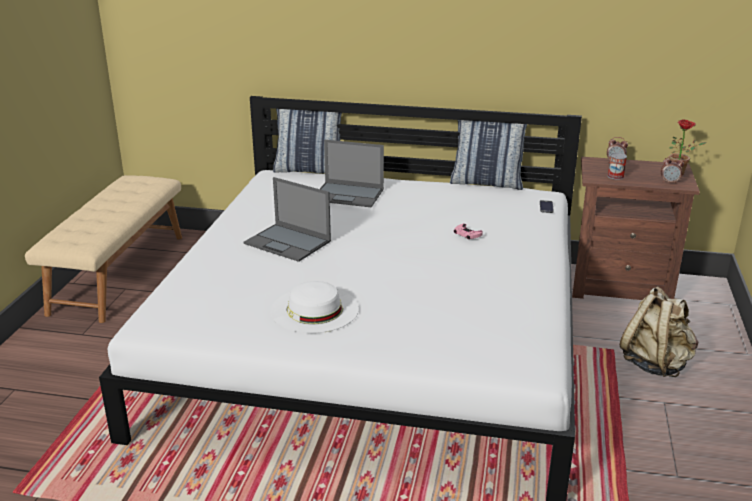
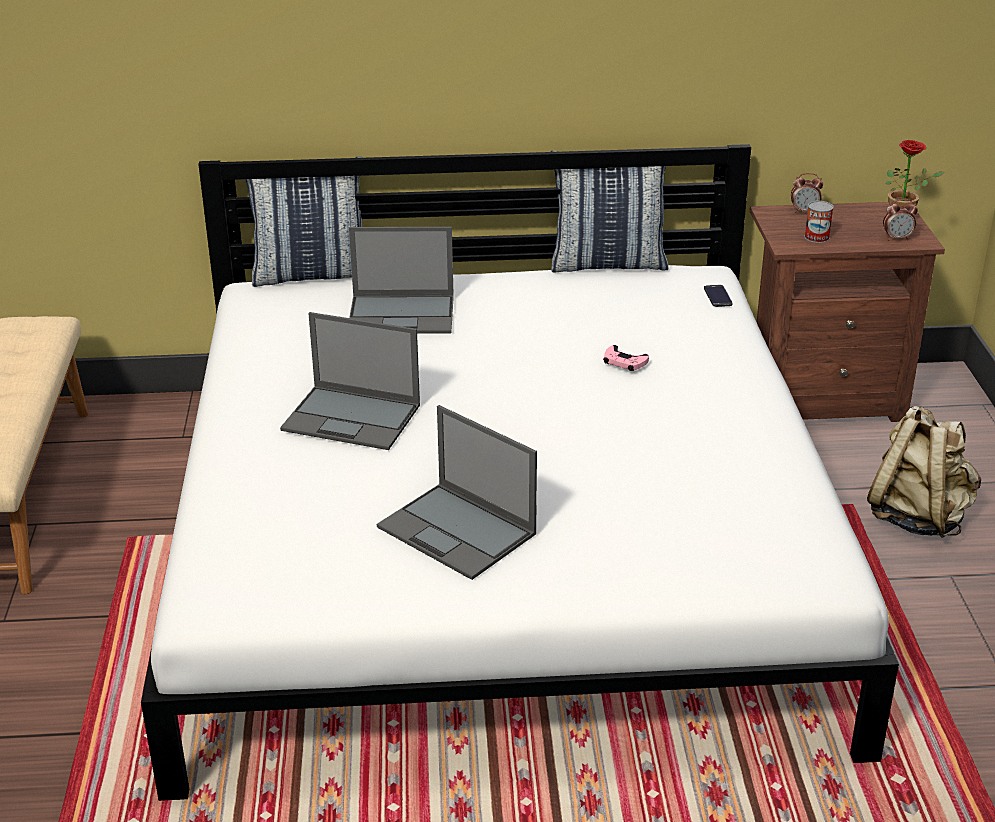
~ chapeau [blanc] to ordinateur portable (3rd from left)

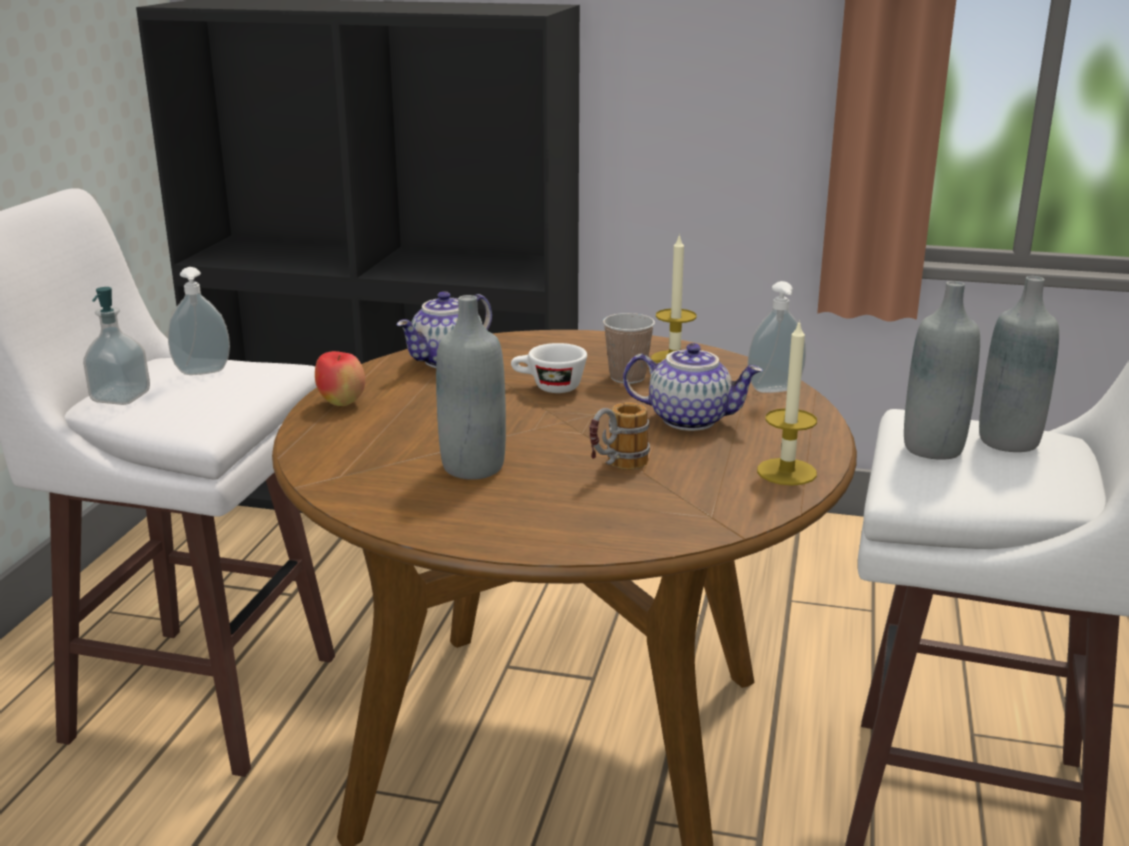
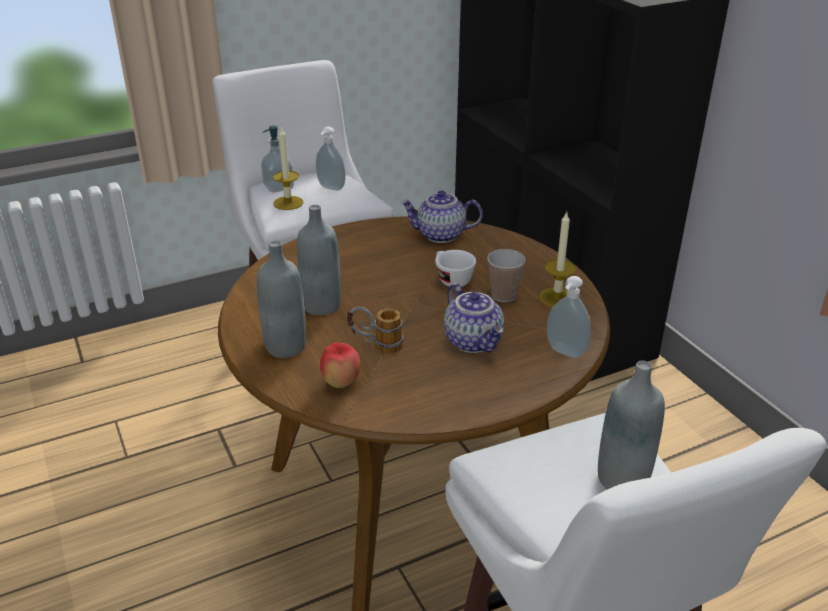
~ bouteille [gris] (2nd from left in the first image) to bouteille [gris] (1st from left)
~ bougie (2nd from left in the first image) to bougie (1st from left)
~ pomme

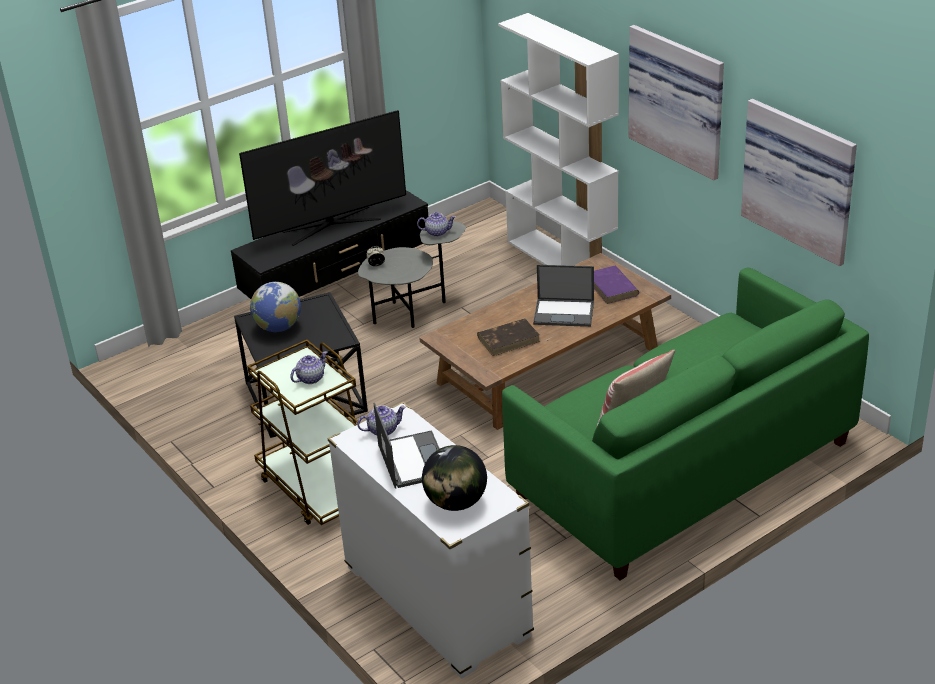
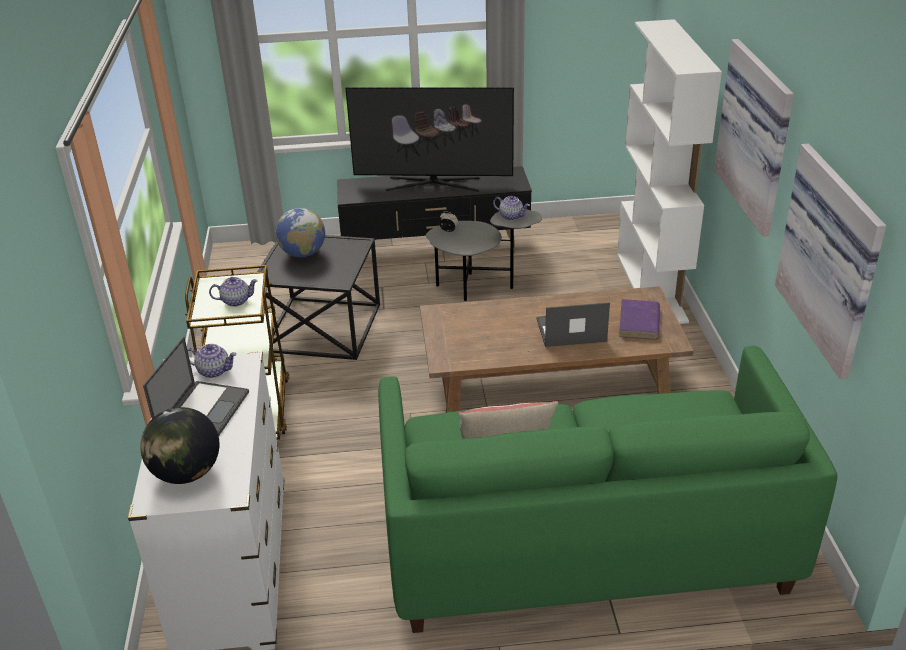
~ ordinateur portable (2nd from left) 135 degrees clockwise
- livre [marron]

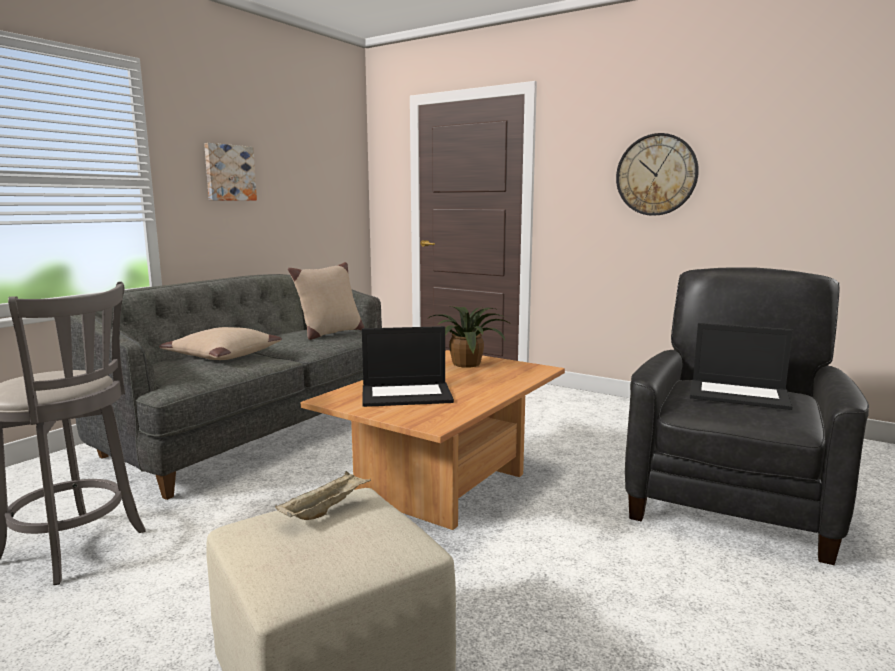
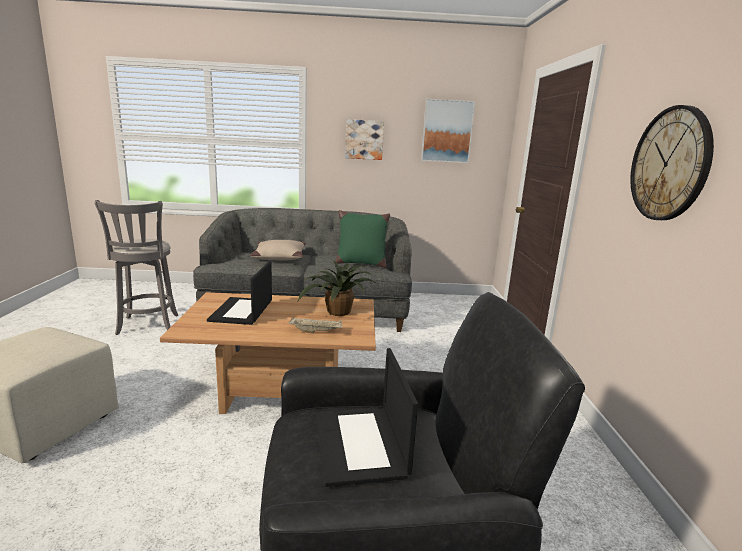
~ ordinateur portable (1st from left) 45 degrees clockwise
~ plateau [beige]
~ coussin [beige] (2nd from left) to coussin [vert]
+ tableau (2nd from left)

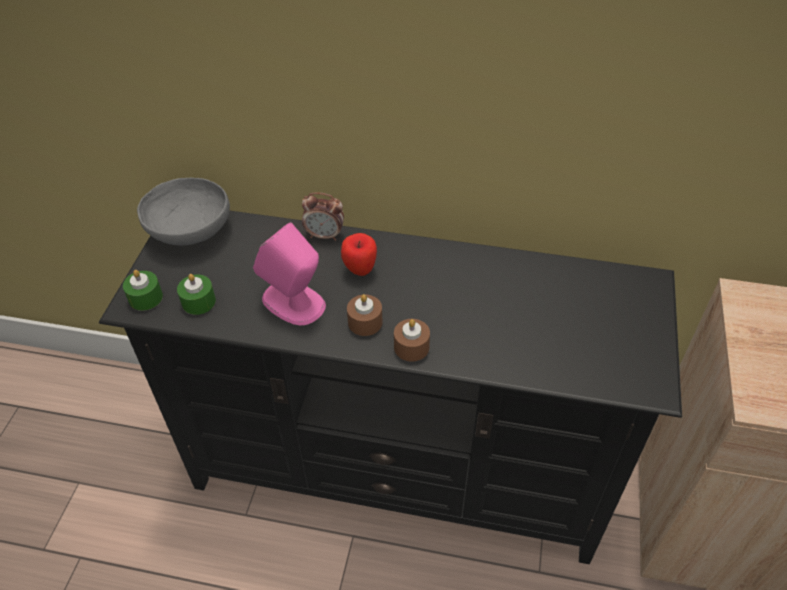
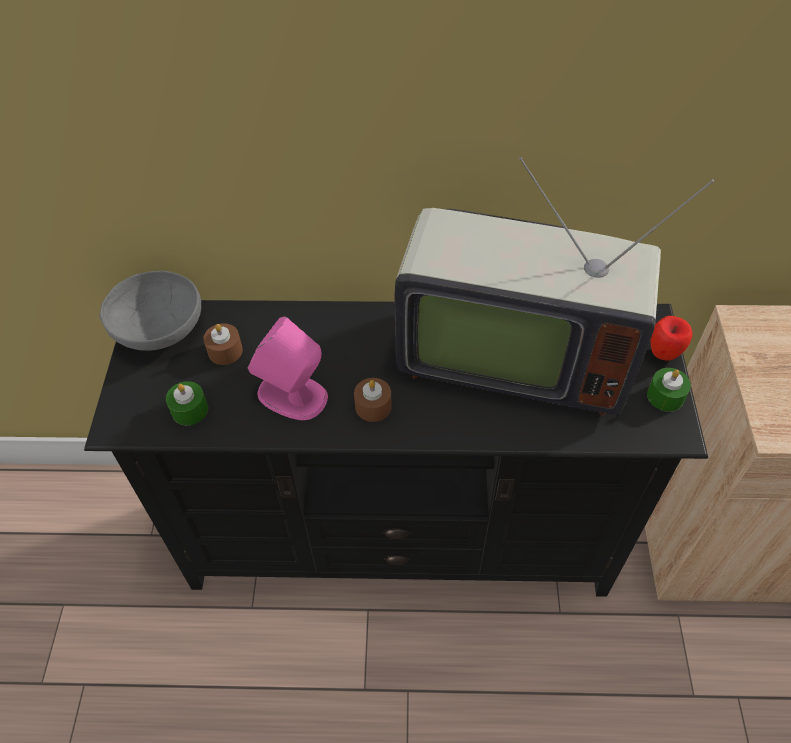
~ bougie [marron] (2nd from left in the first image) to bougie [marron] (1st from left)
+ téléviseur
~ bougie [vert] (1st from left in the first image) to bougie [vert] (2nd from left)
~ pomme
- réveil

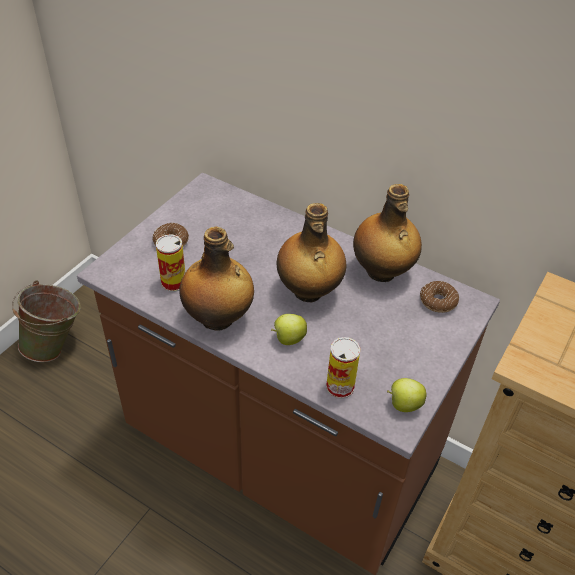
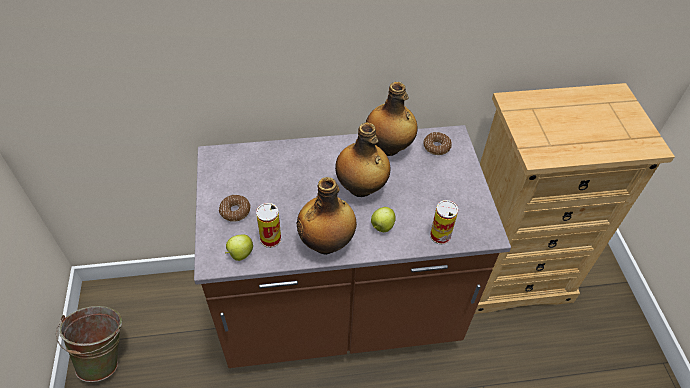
~ pomme (2nd from left in the first image) to pomme (1st from left)

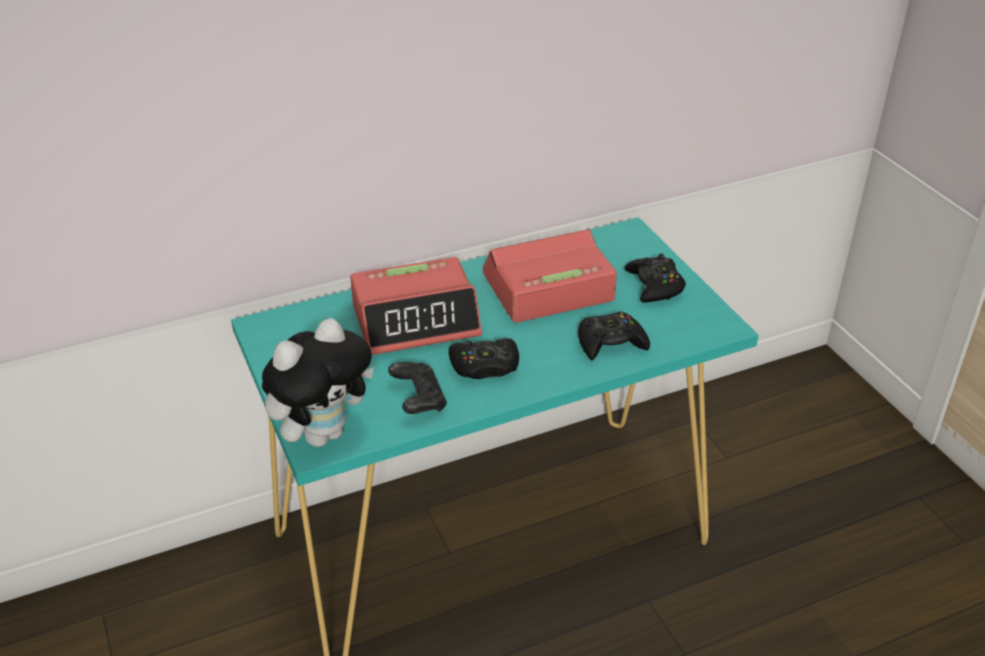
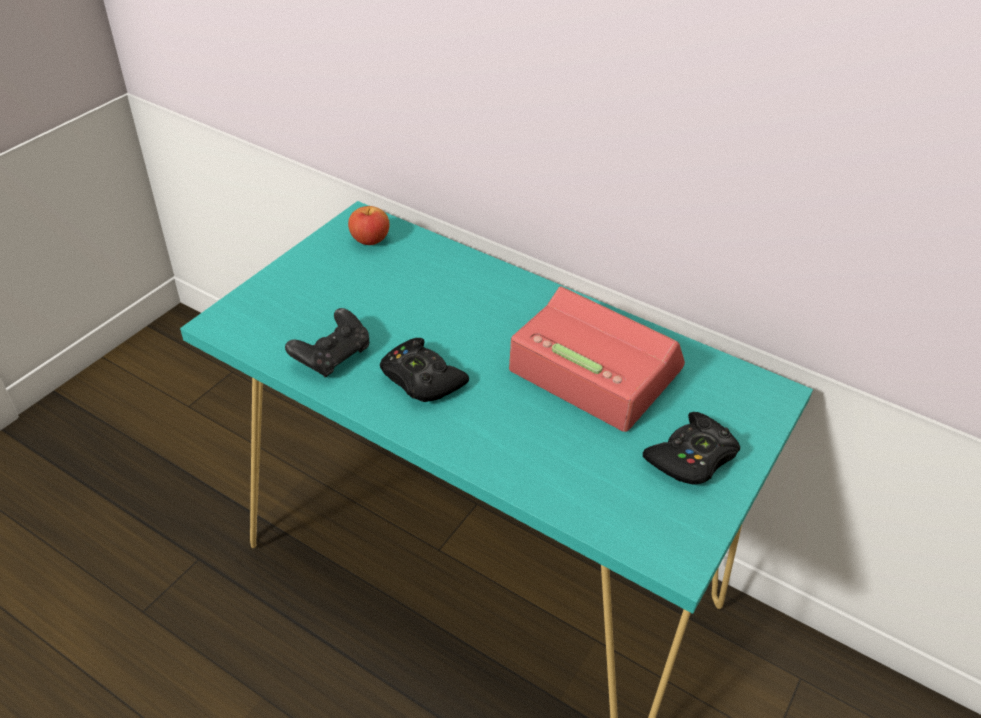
+ pomme
- peluche
- réveil (1st from left)
- manette [noir] (3rd from left)

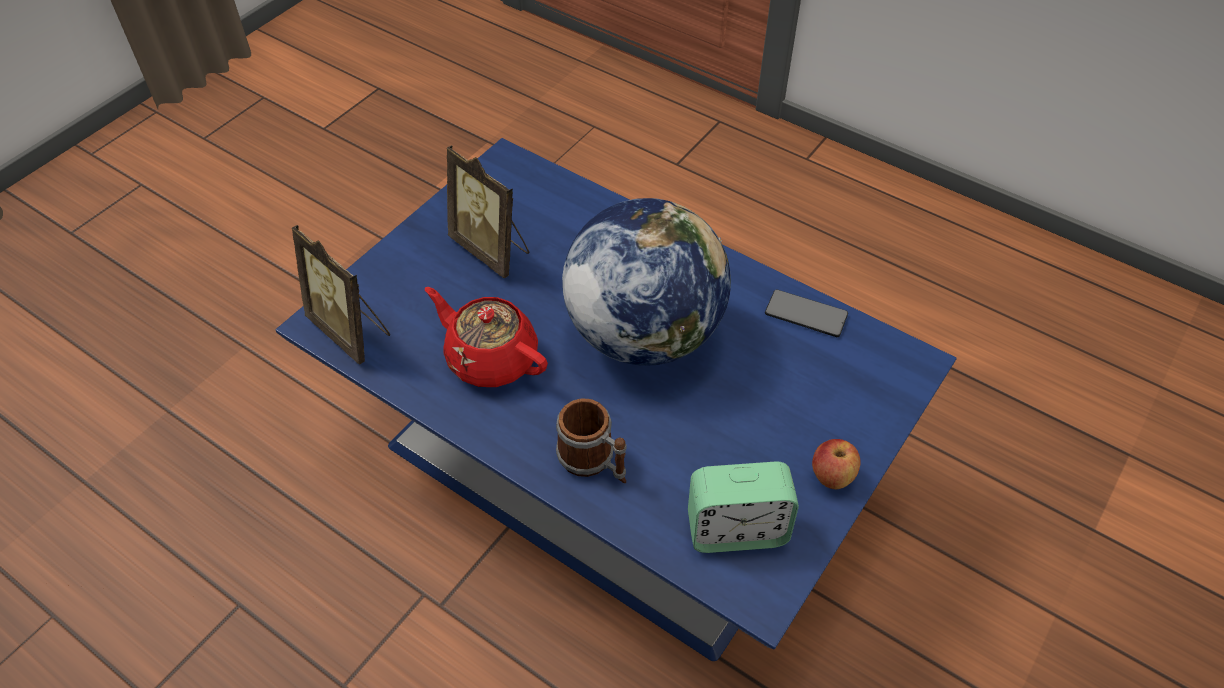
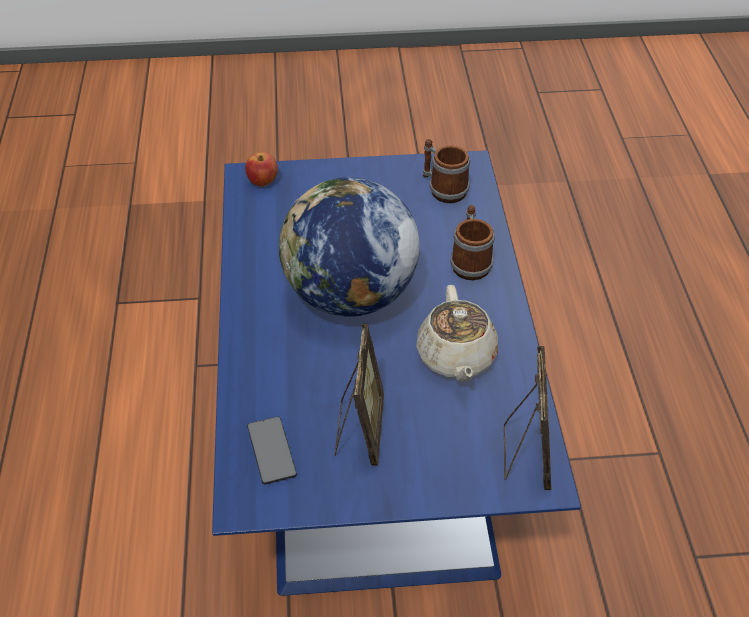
~ pomme
~ téléphone
~ théière [rouge] to théière [beige]
~ réveil to mug (1st from left)

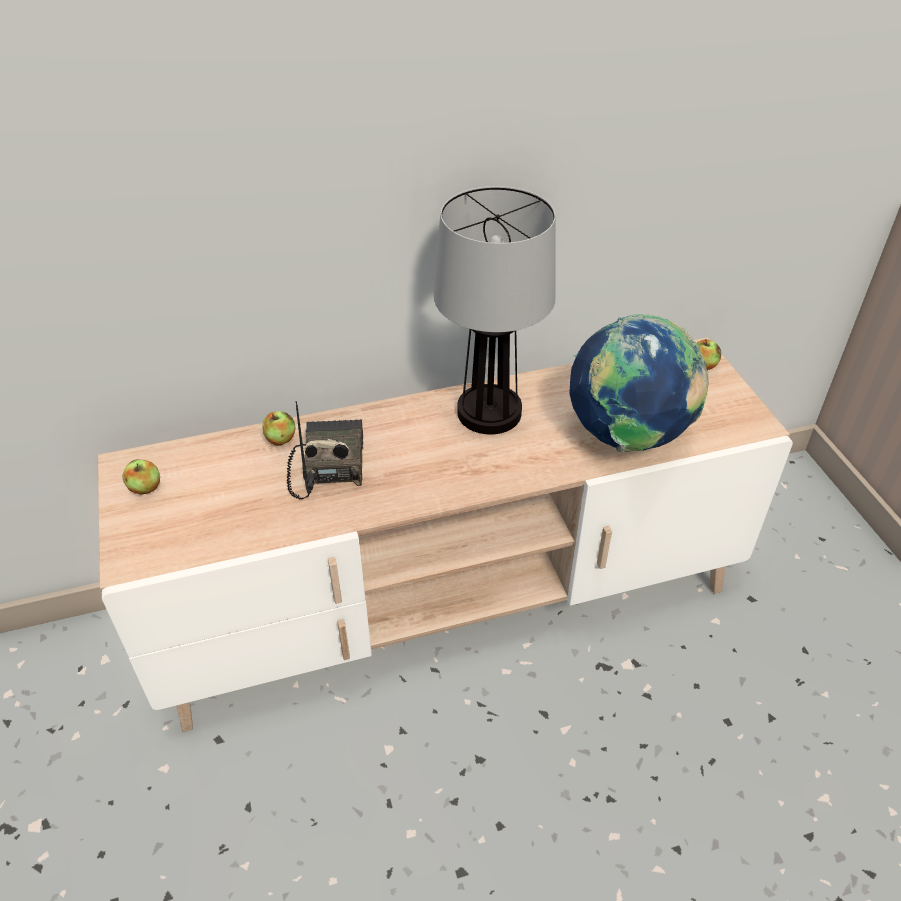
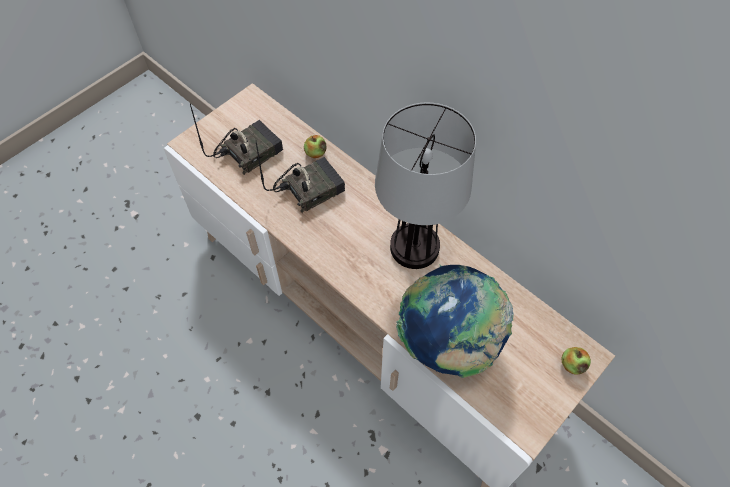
+ radio (1st from left)
- pomme (1st from left)

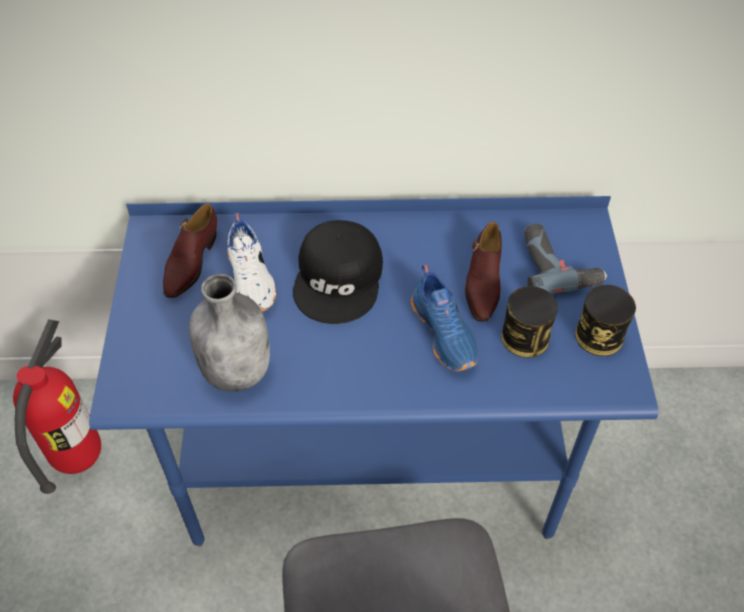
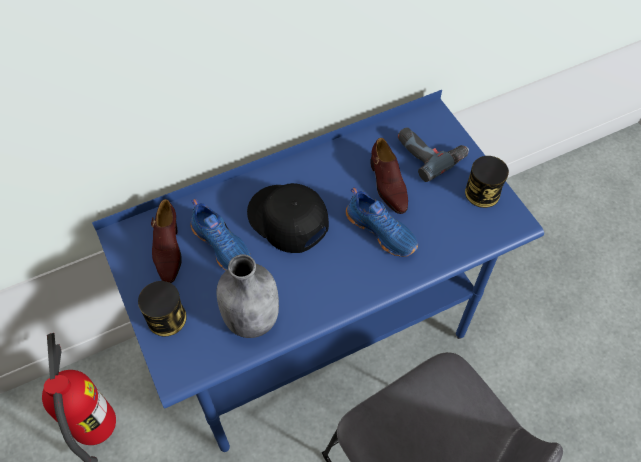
~ boîte métallique (1st from left)
~ chaussure [blanc] to chaussure [bleu] (1st from left)
~ casquette [noir] 150 degrees clockwise

